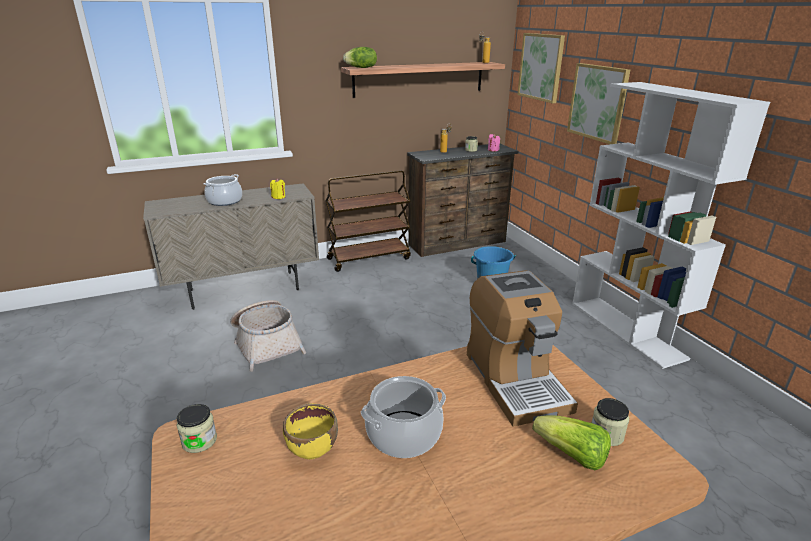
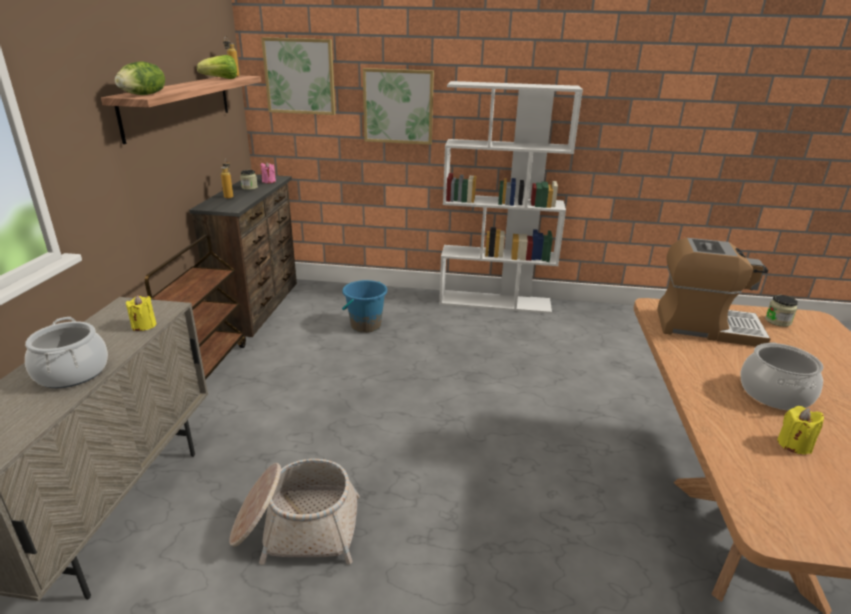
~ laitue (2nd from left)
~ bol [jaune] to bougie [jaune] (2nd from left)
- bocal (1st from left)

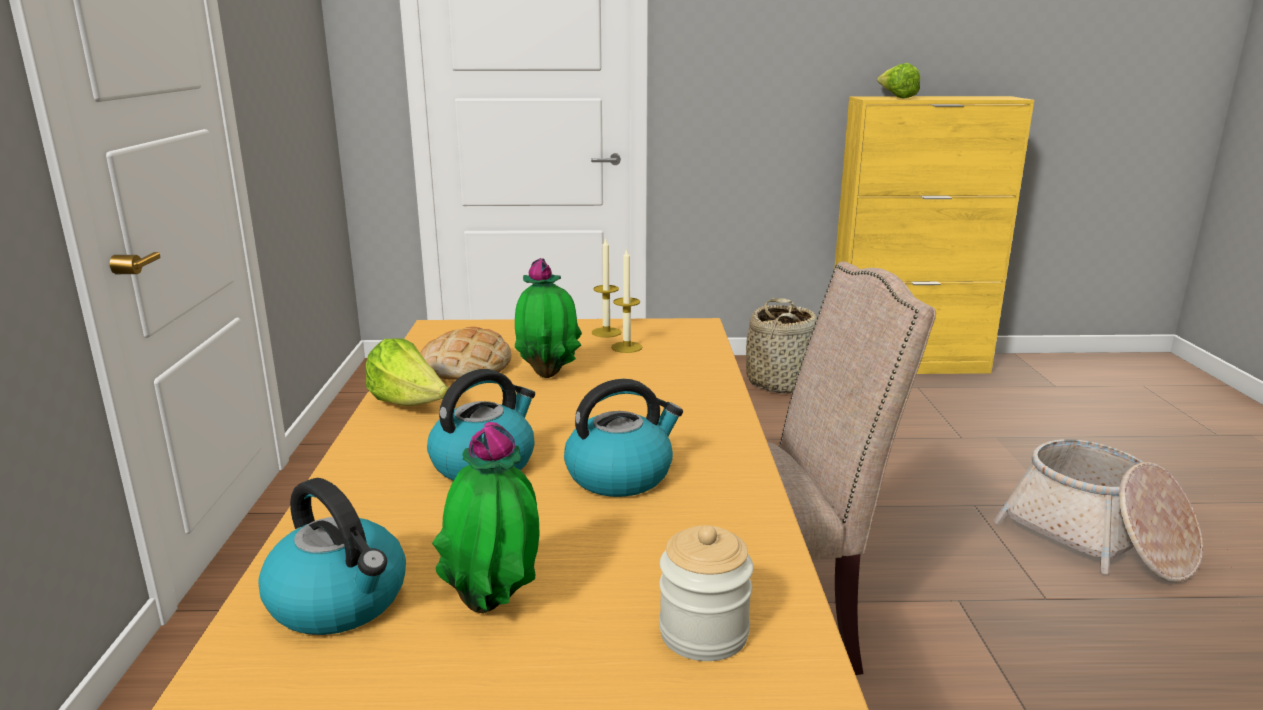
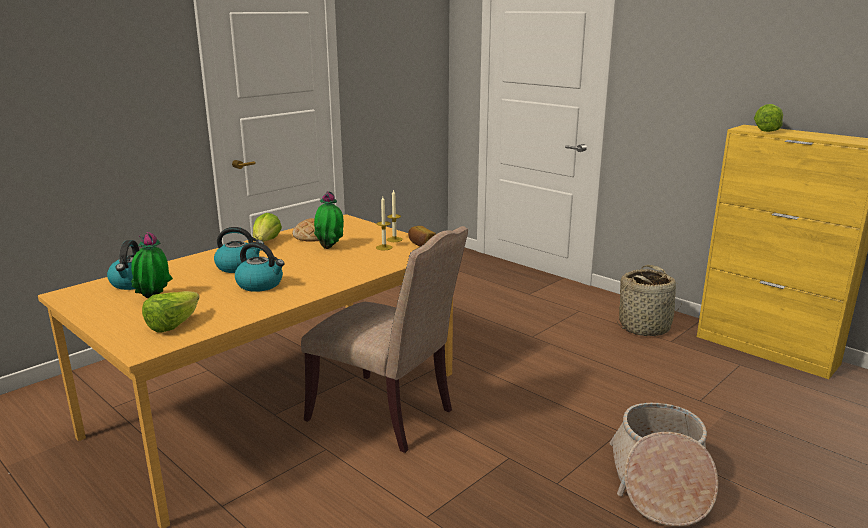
~ bocal to laitue (1st from left)
+ pain (2nd from left)

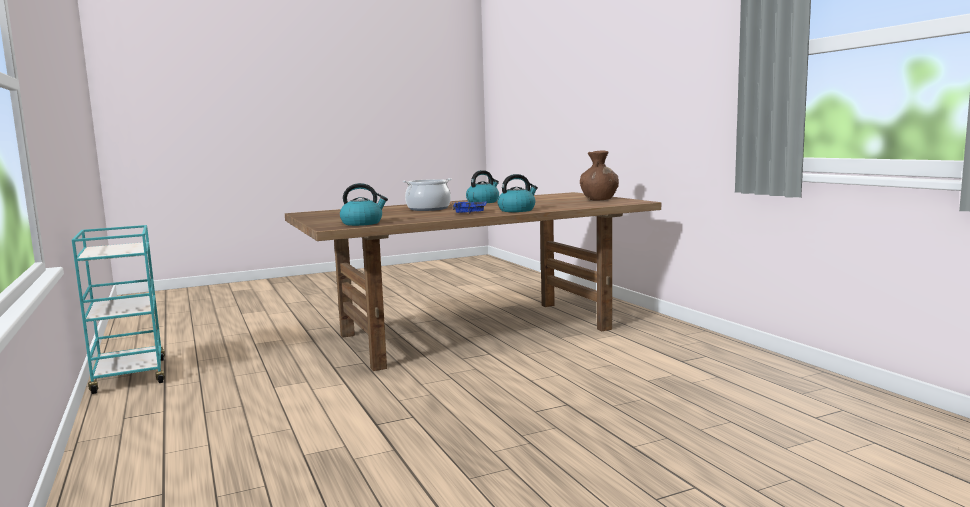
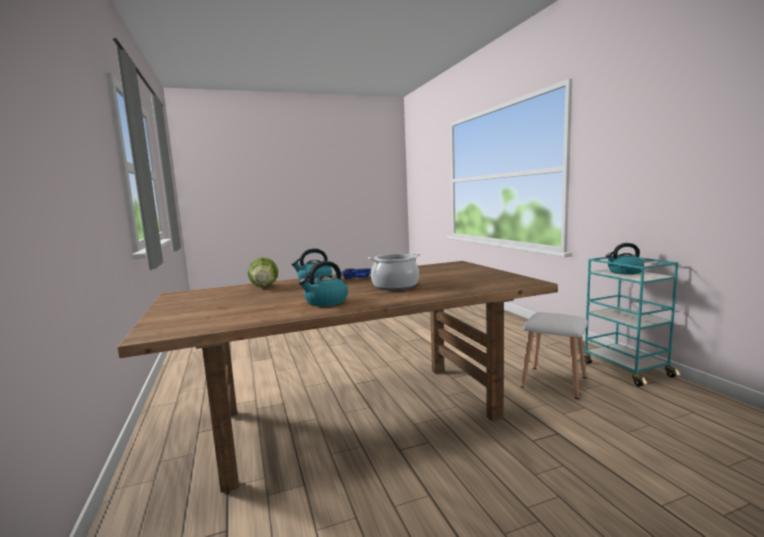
+ laitue
+ tabouret [blanc]
~ bouilloire (1st from left in the first image) to bouilloire (3rd from left)
- vase [marron]

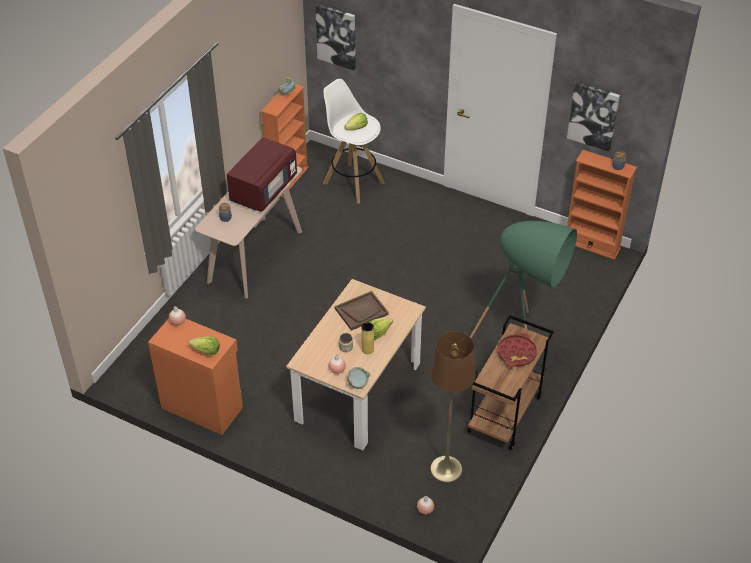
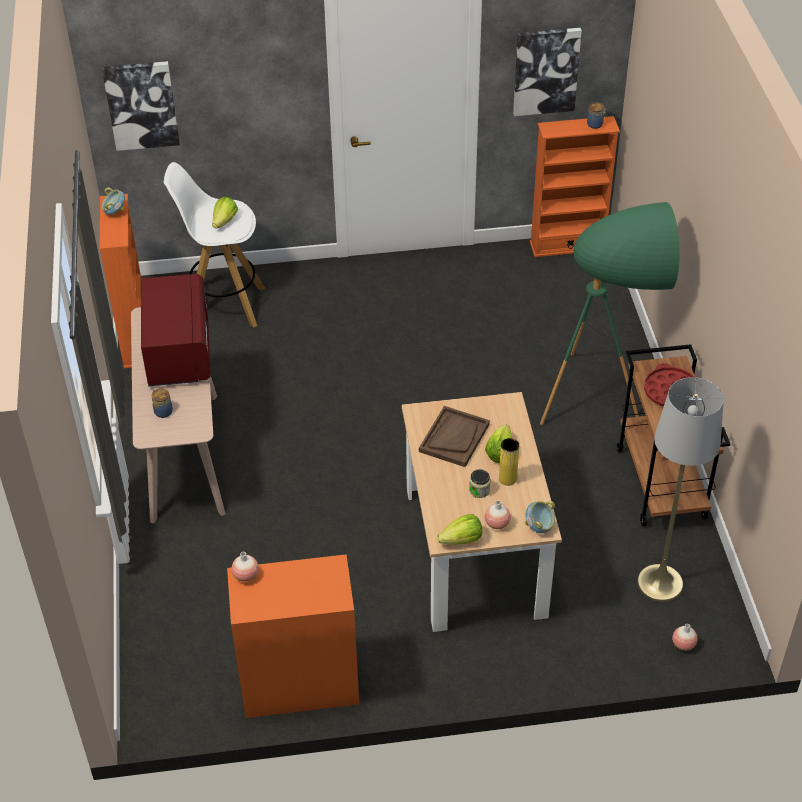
~ laitue (1st from left in the first image) to laitue (2nd from left)
~ lampadaire [marron] to lampadaire [gris]

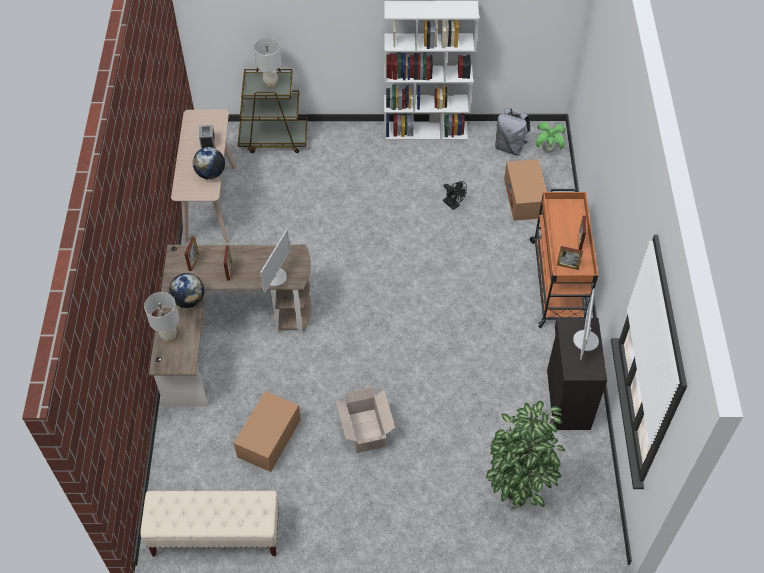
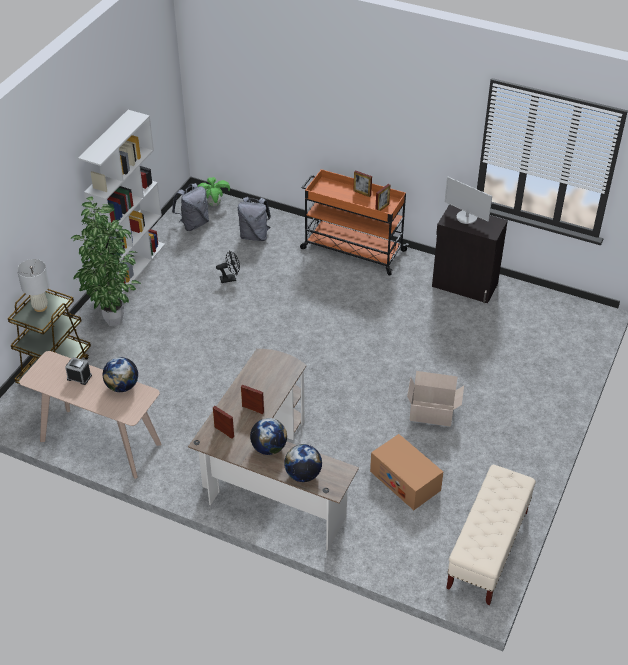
~ plante en pot (1st from left)
~ carton (3rd from left) to sac à dos [gris] (2nd from left)
~ lampe de table [blanc] (1st from left) to globe (3rd from left)
- écran d'ordinateur (1st from left)

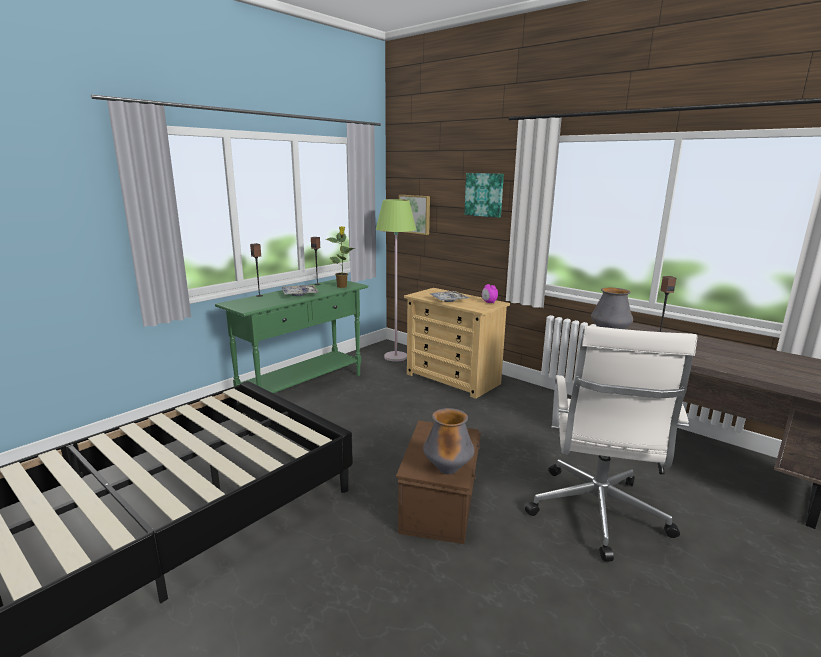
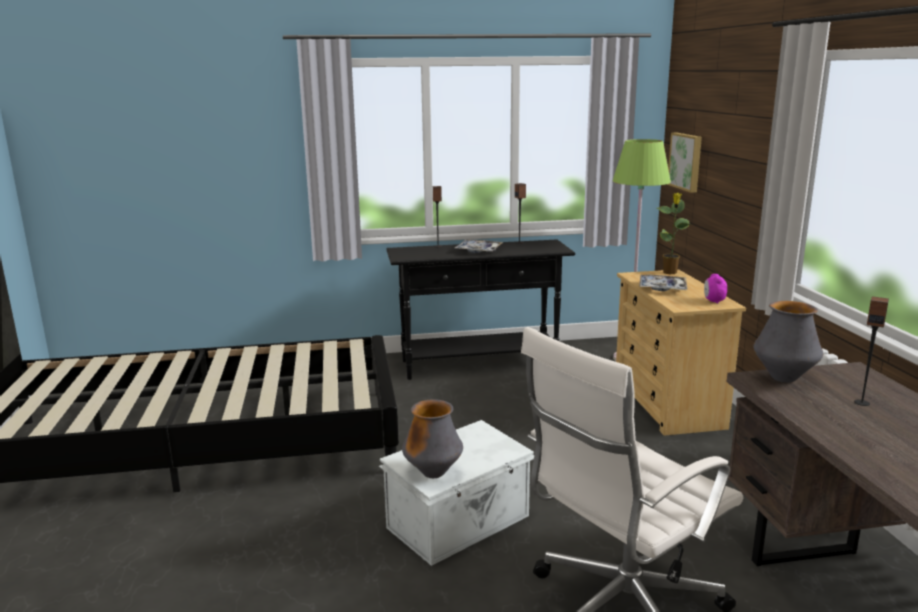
~ boîte de rangement [marron] to boîte de rangement [blanc]
~ table console [vert] to table console [noir]
~ plante en pot
- tableau (2nd from left)

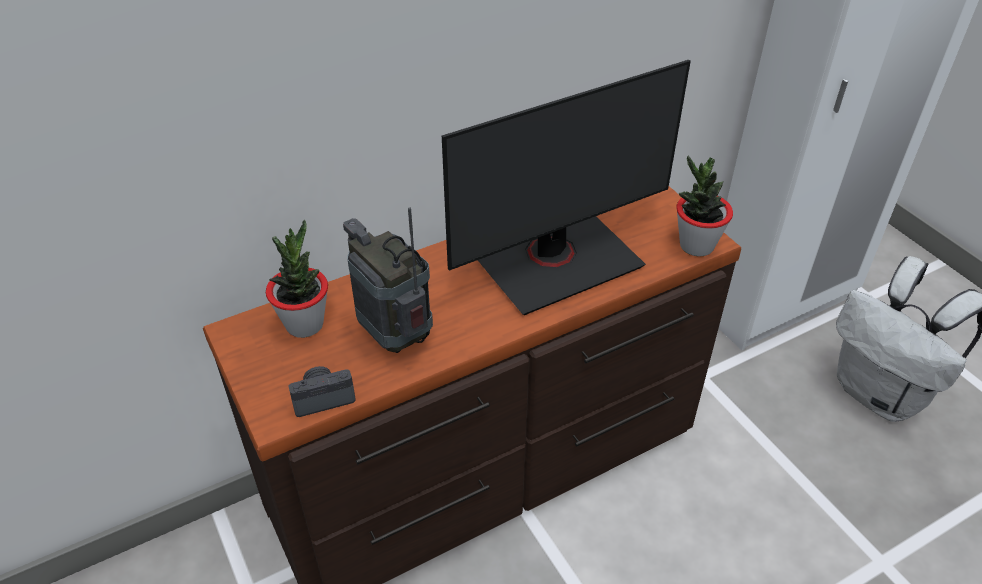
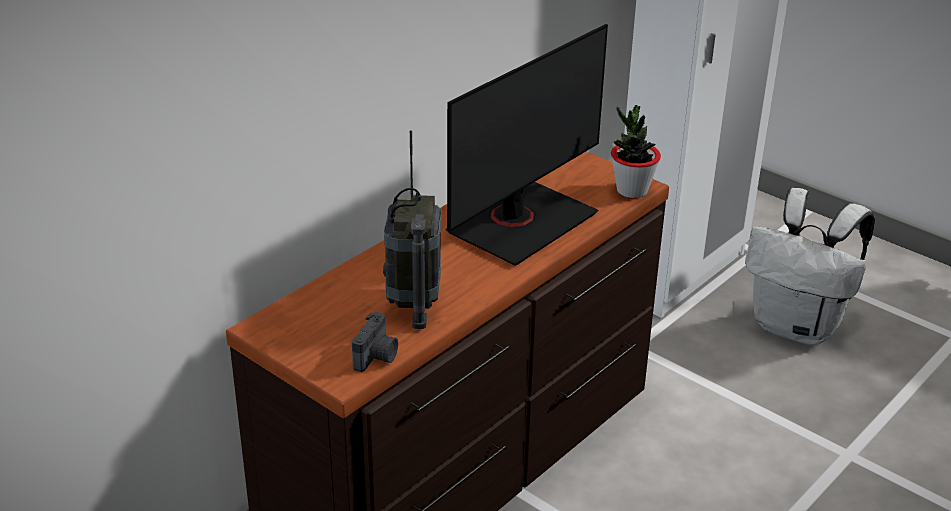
~ appareil photo 150 degrees clockwise
~ radio 120 degrees counterclockwise
- plante en pot (1st from left)

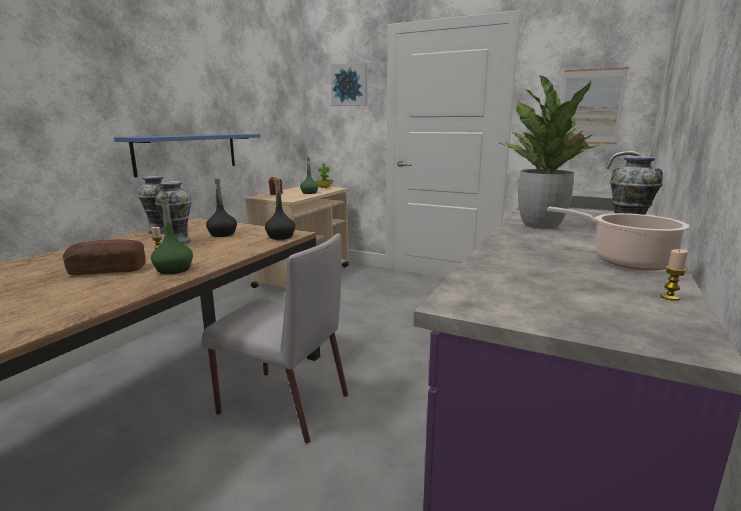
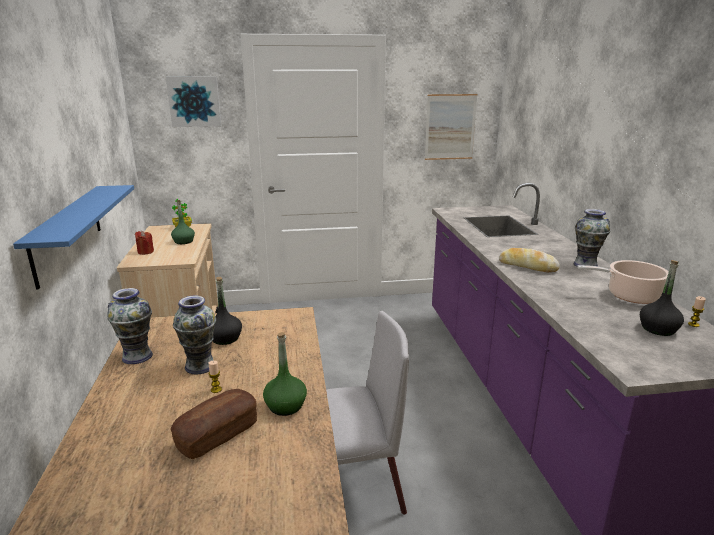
~ plante en pot (2nd from left) to pain (2nd from left)
~ bouteille [noir] (2nd from left)

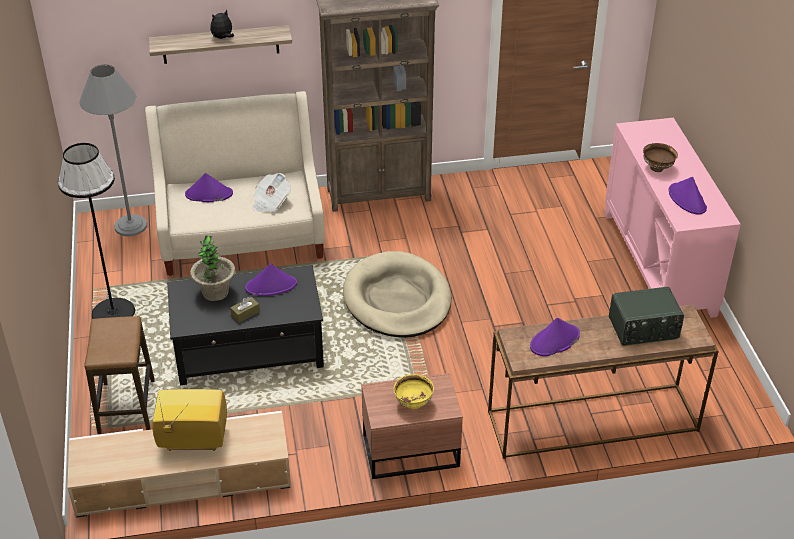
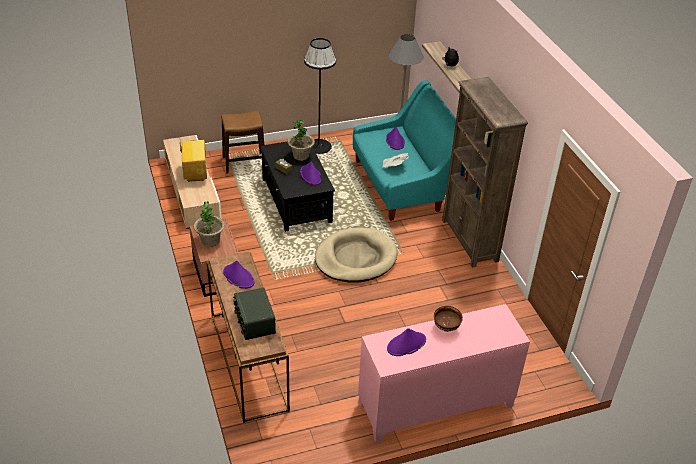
~ bol [jaune] to plante en pot (1st from left)
~ canapé [beige] to canapé [turquoise]

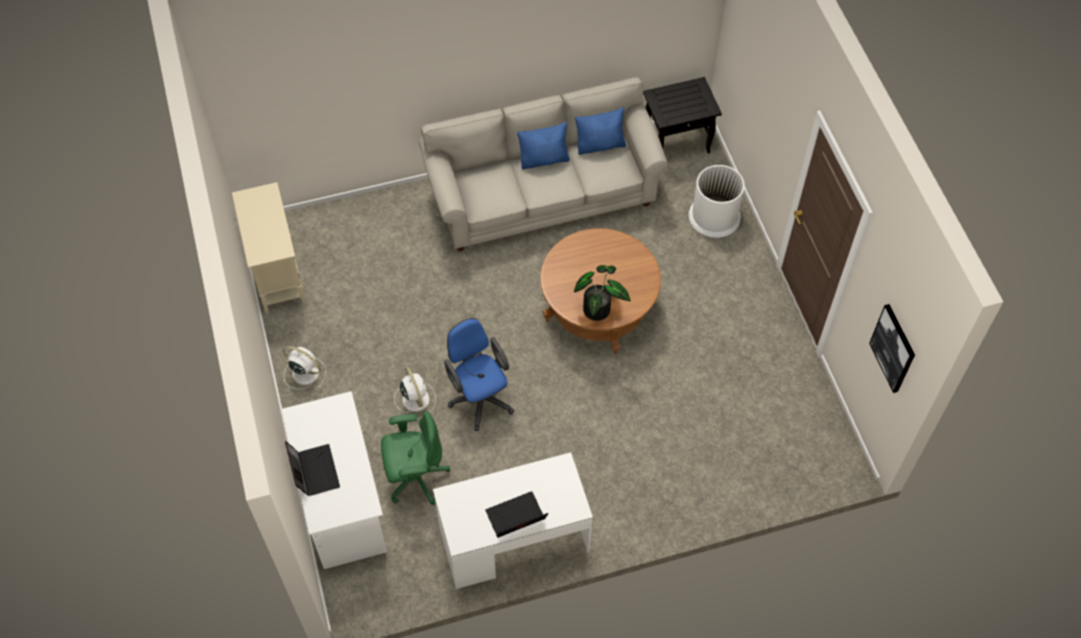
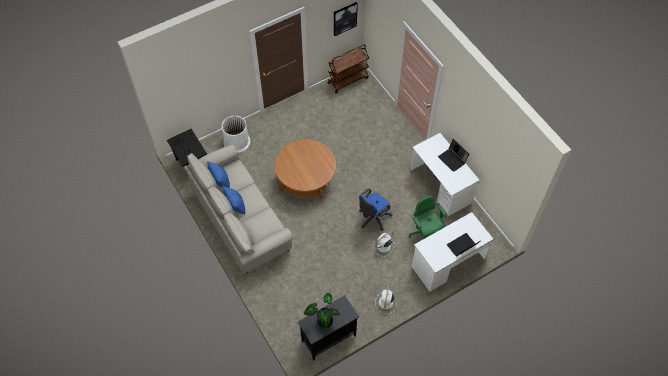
~ meuble de rangement [beige] to meuble de rangement [noir]
~ plante en pot
+ chariot [marron]

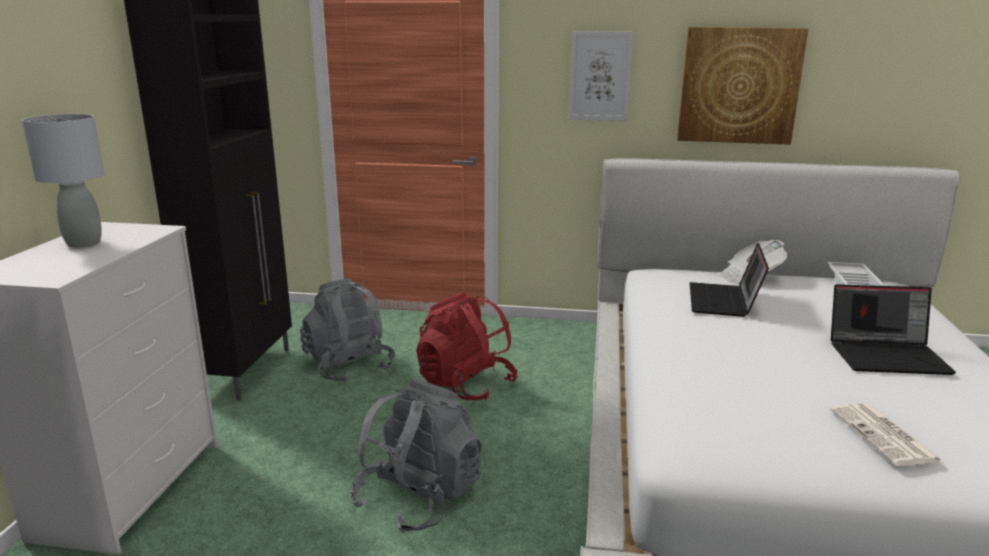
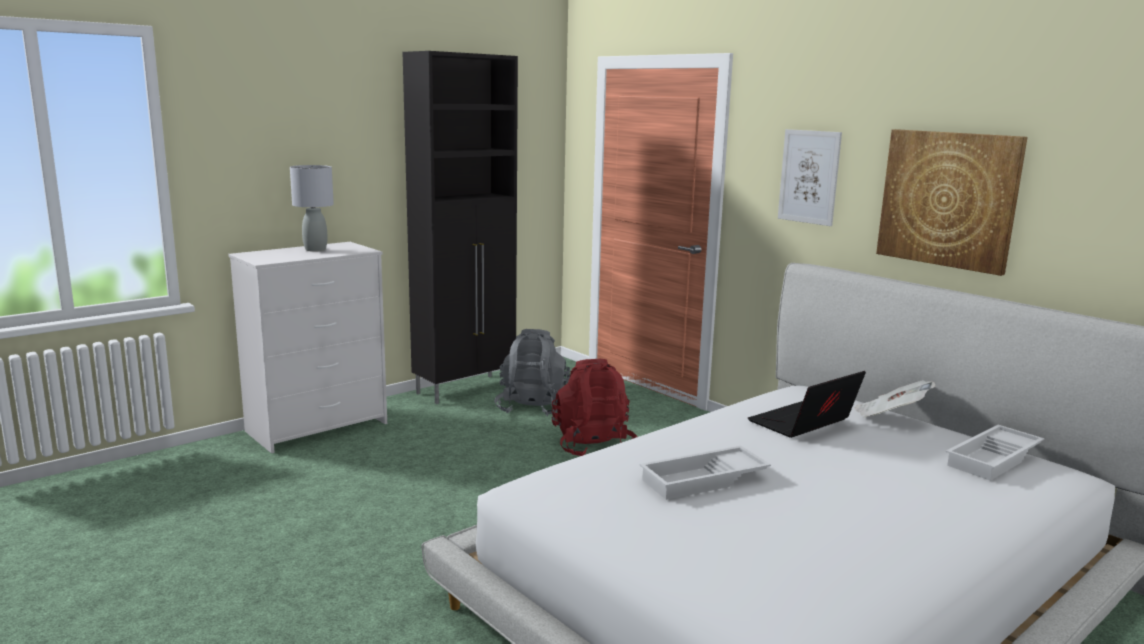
+ plateau [blanc] (1st from left)
- sac à dos [gris] (2nd from left)
- journal (2nd from left)
- ordinateur portable (2nd from left)

